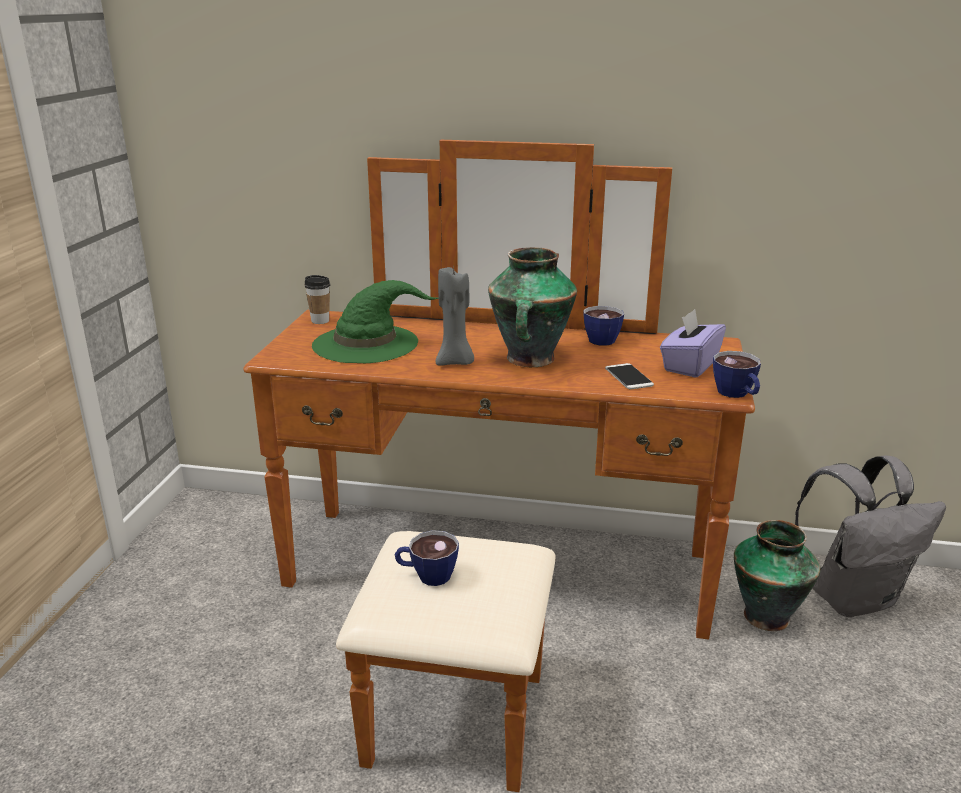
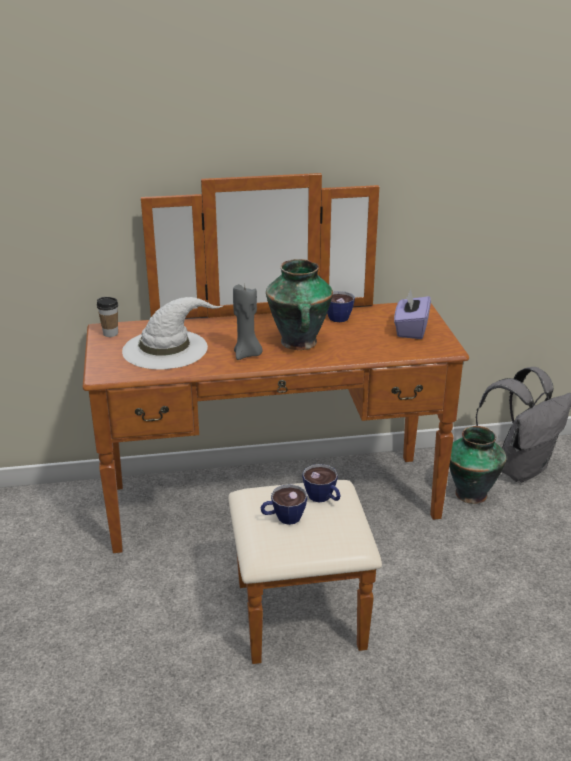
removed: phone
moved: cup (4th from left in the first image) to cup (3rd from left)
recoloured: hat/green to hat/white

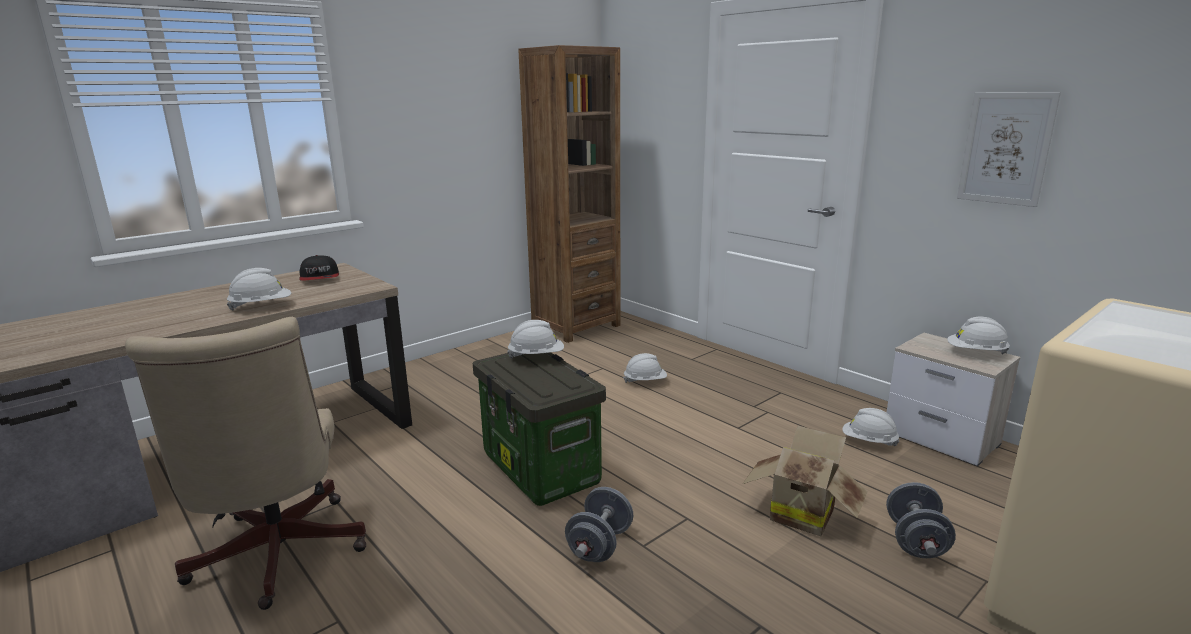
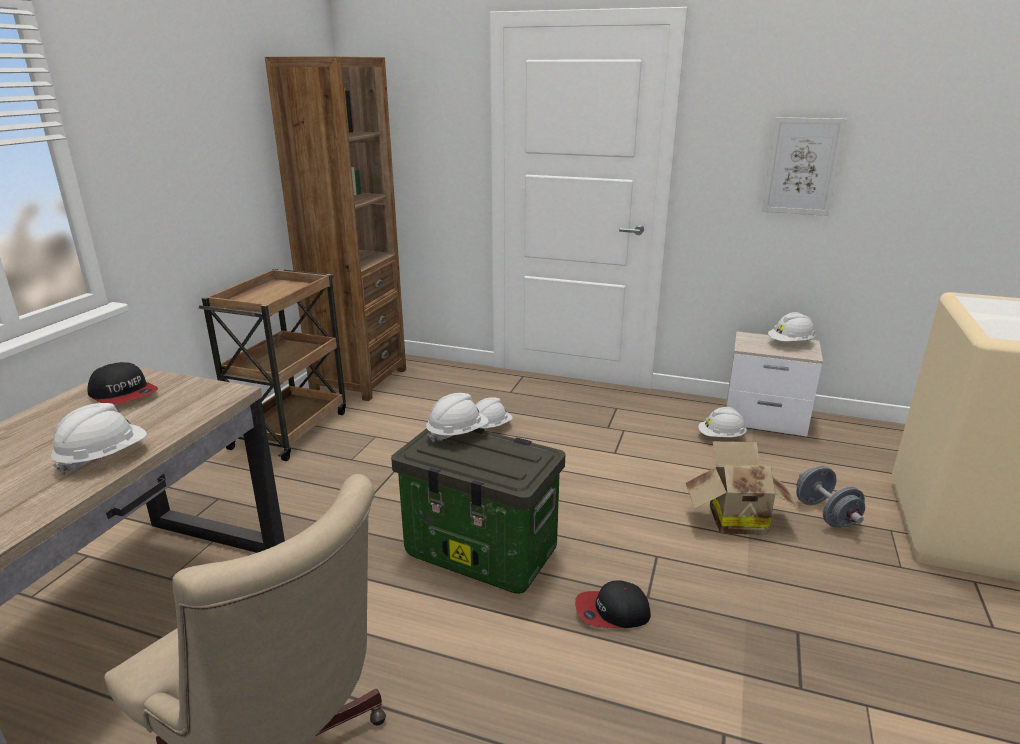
added: cart/brown
replaced: dumbbell/grey (1st from left) to cap (2nd from left)

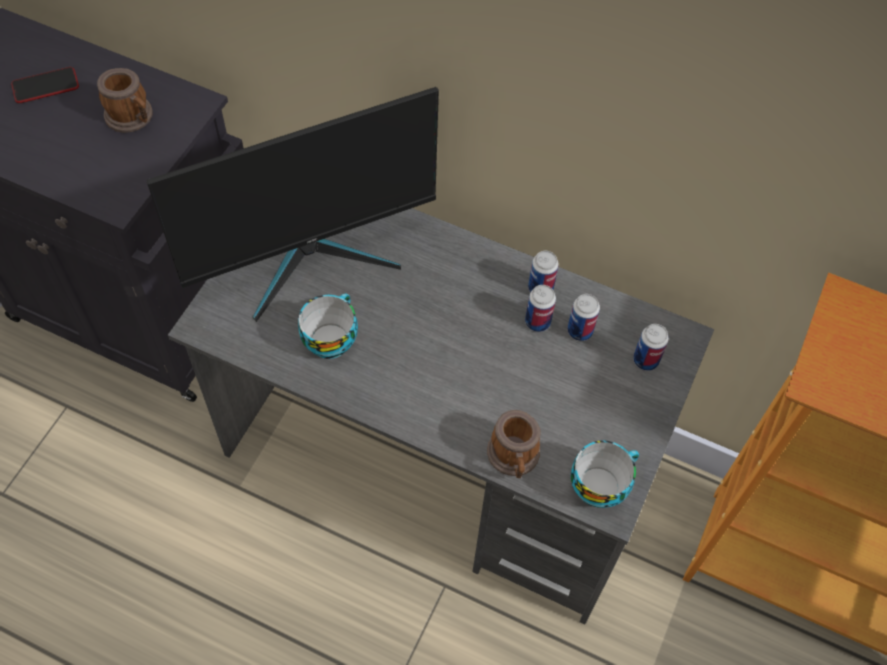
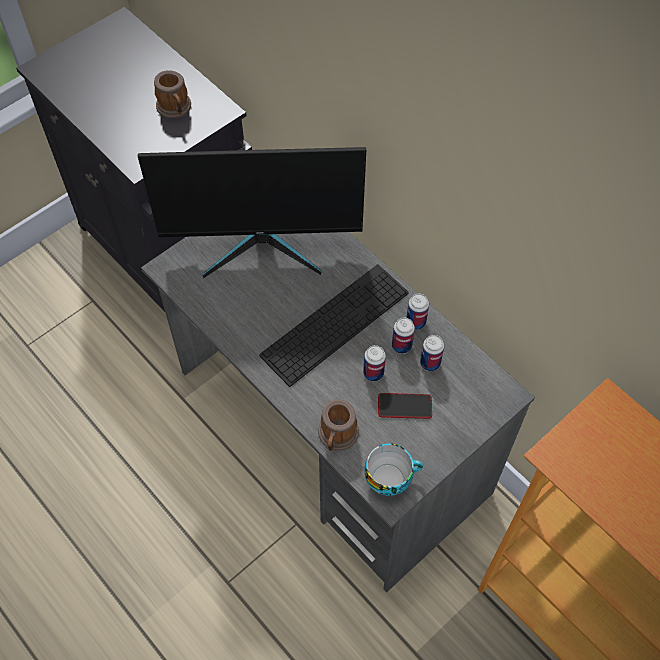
removed: cup (1st from left)
added: keyboard
moved: phone; can (4th from left in the first image) to can (1st from left)

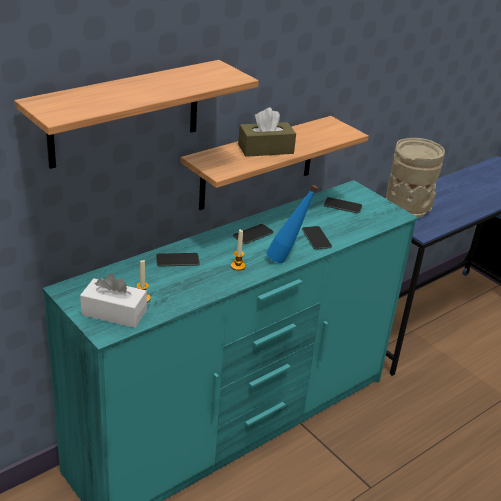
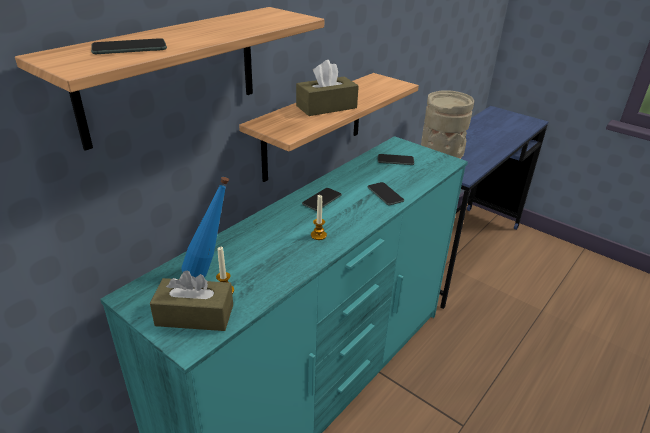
moved: phone (1st from left); bottle/blue
recoloured: tissue box/white to tissue box/brown (1st from left)

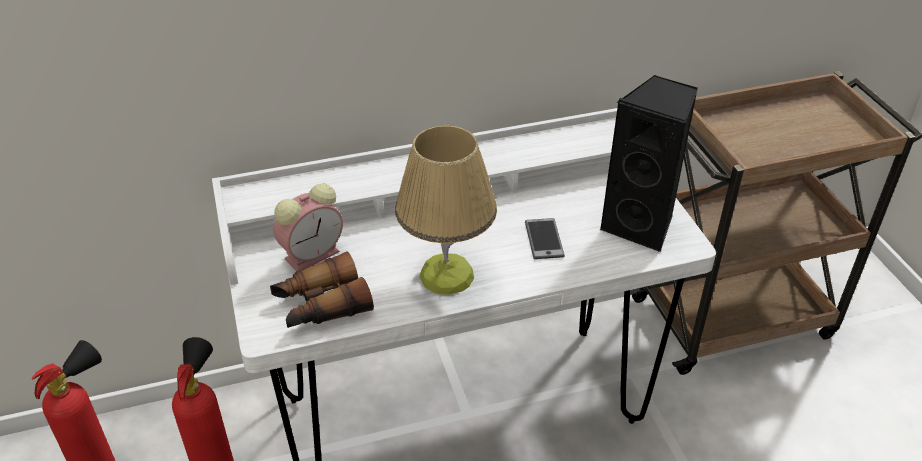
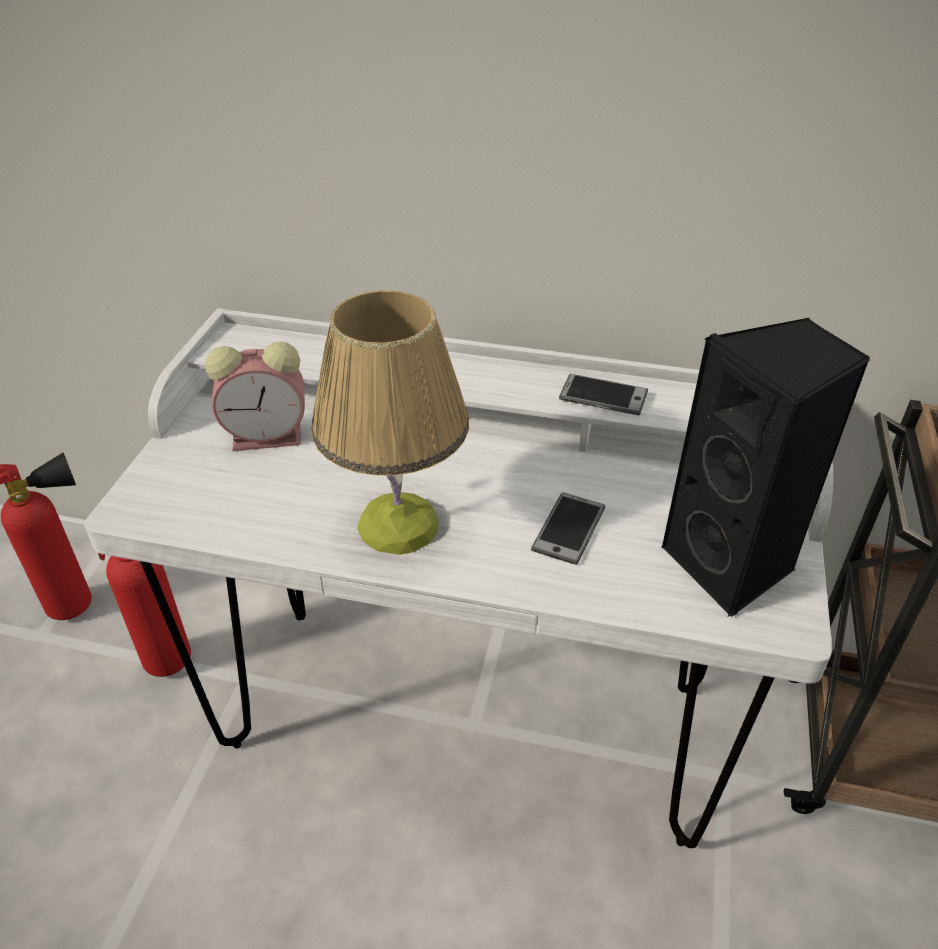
removed: binoculars
added: phone (2nd from left)

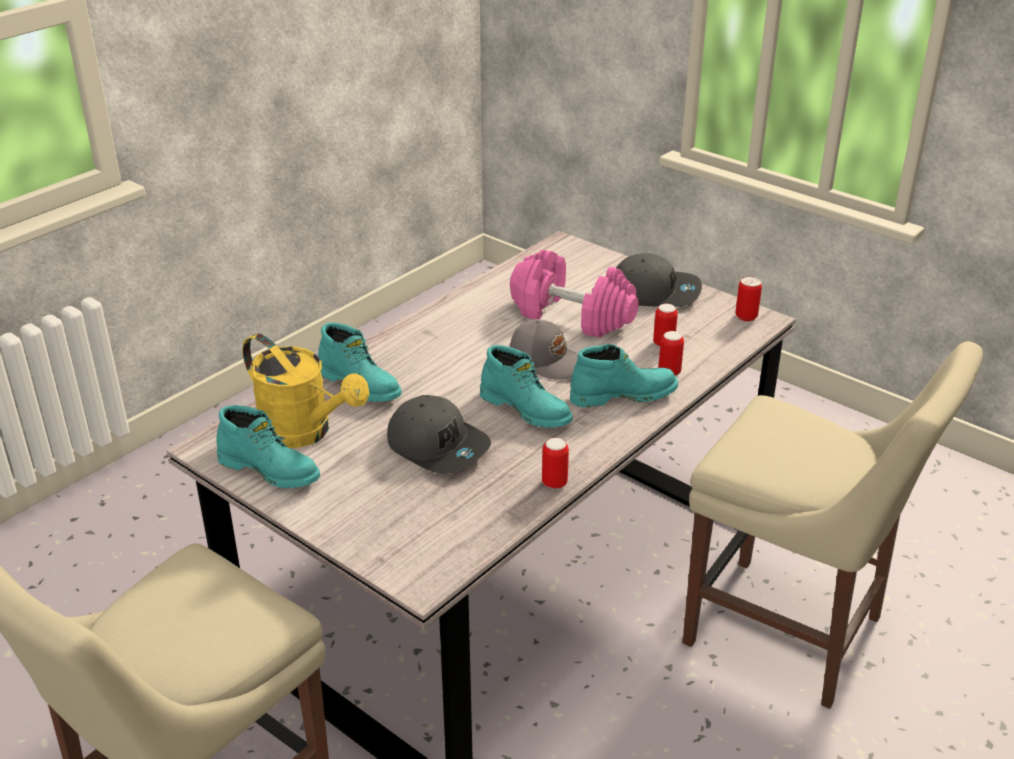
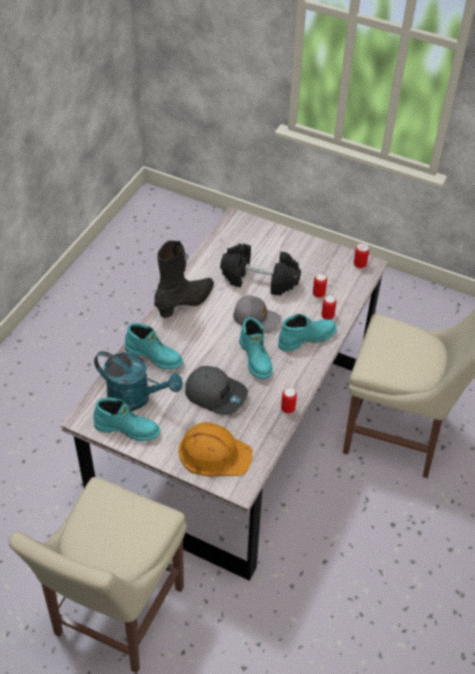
removed: cap/grey (3rd from left)
added: boot/black; hard hat/orange
recoloured: watering can/yellow to watering can/turquoise; dumbbell/pink to dumbbell/black
turned: boot/turquoise (3rd from left) 45 degrees clockwise

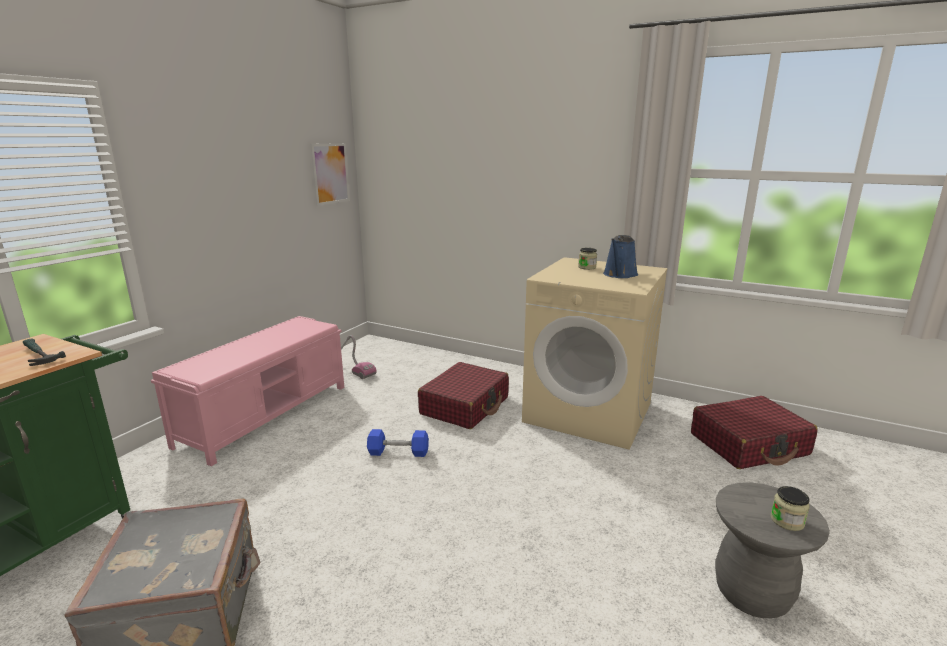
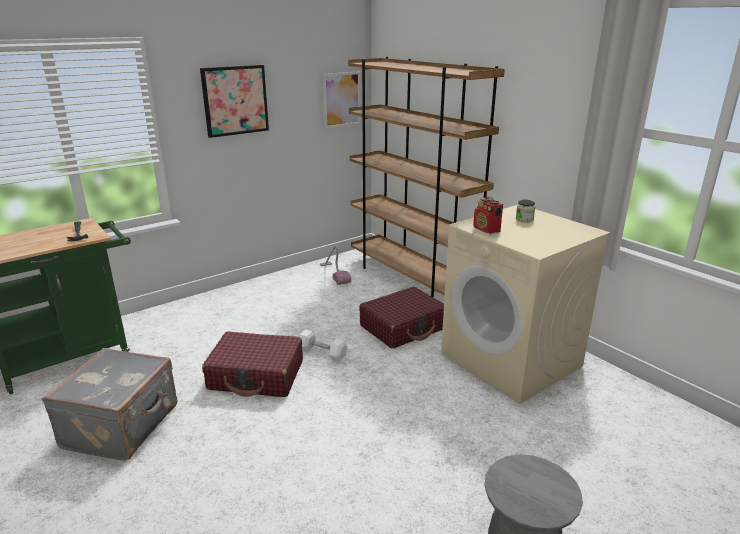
removed: bench/pink; watering can/blue; jar (2nd from left)
added: picture (1st from left); bookcase/brown; radio
moved: suitcase/red (2nd from left in the first image) to suitcase/red (1st from left)
recoloured: dumbbell/blue to dumbbell/white

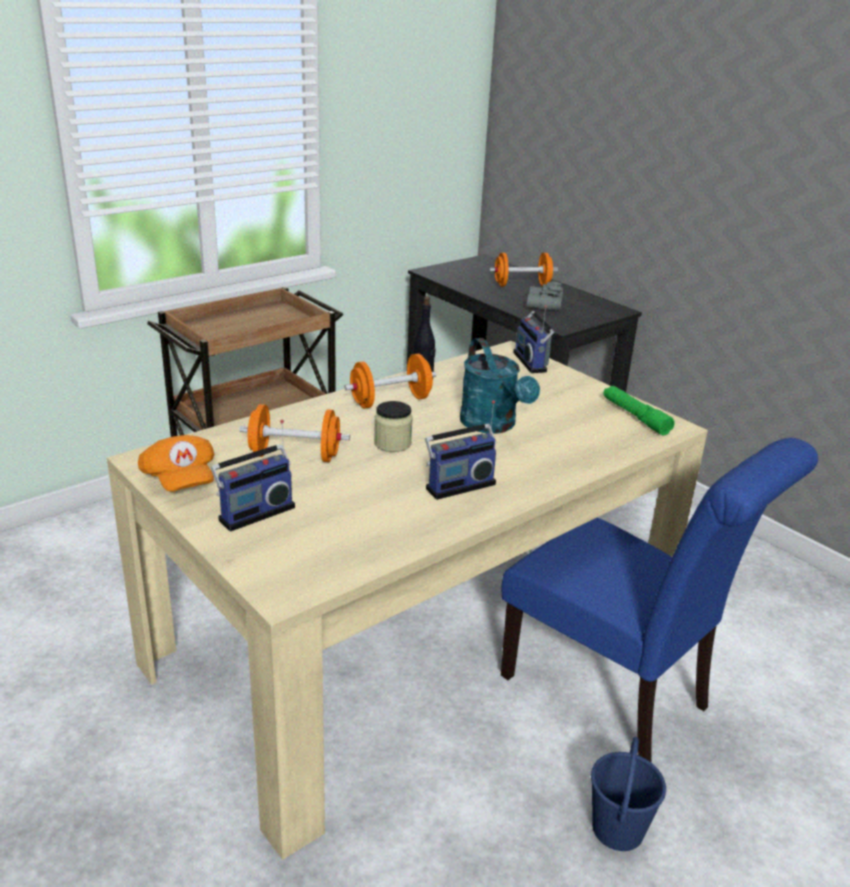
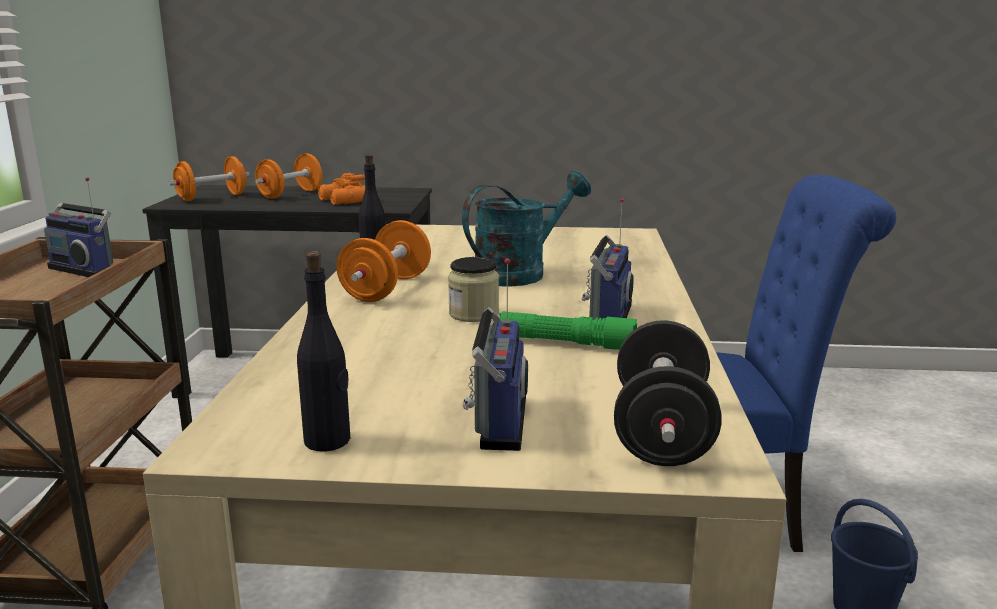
added: dumbbell/black
moved: dumbbell/orange (1st from left); radio (3rd from left in the first image) to radio (1st from left); flashlight/green
replaced: cap/orange to bottle/black (1st from left)
recoloured: binoculars/grey to binoculars/orange
turned: watering can/turquoise 60 degrees counterclockwise

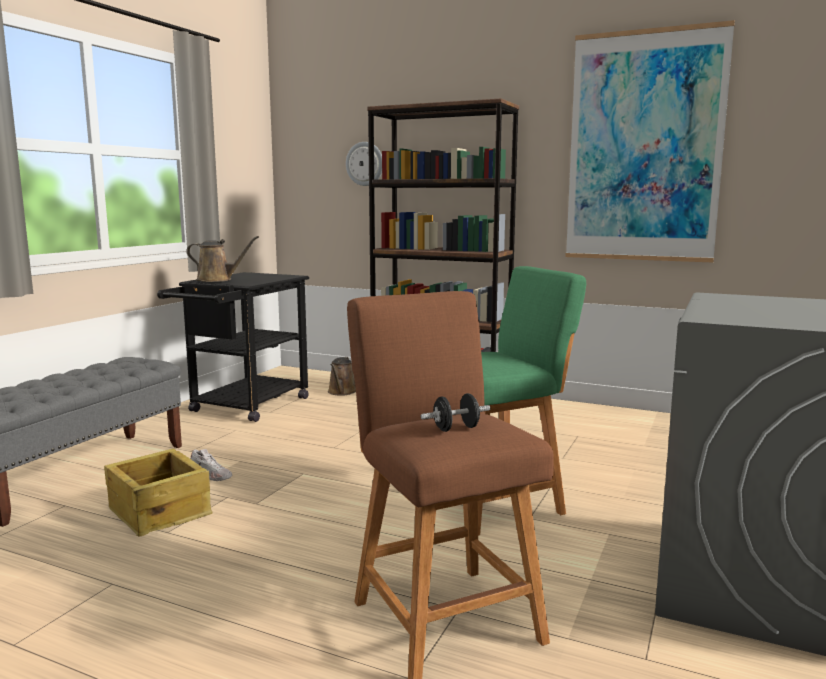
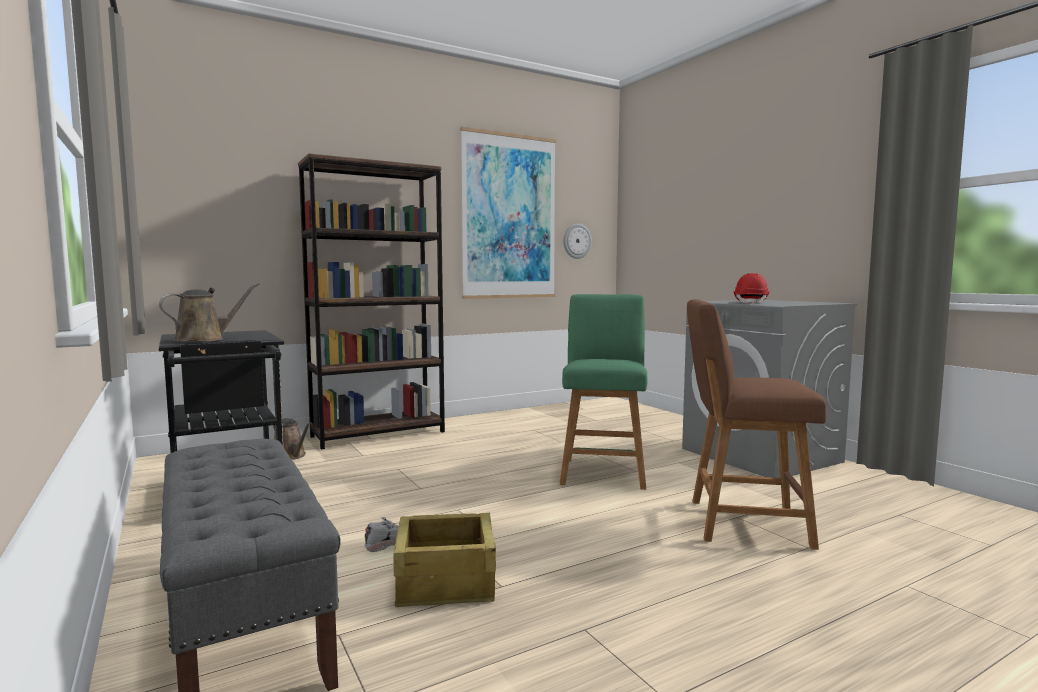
removed: dumbbell/black
added: hard hat/red
moved: wall clock

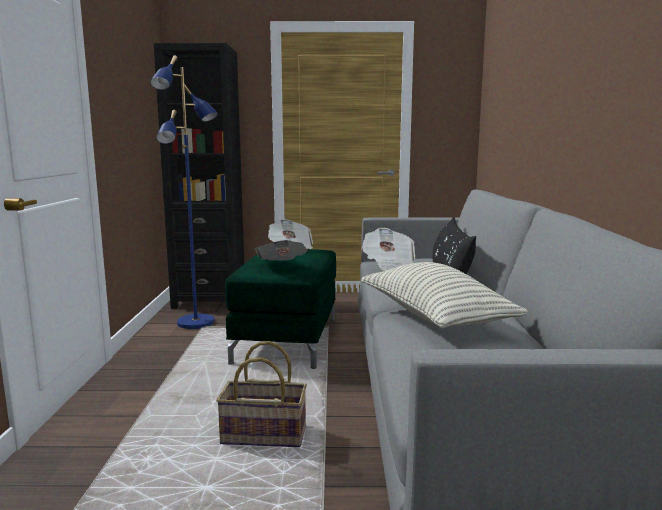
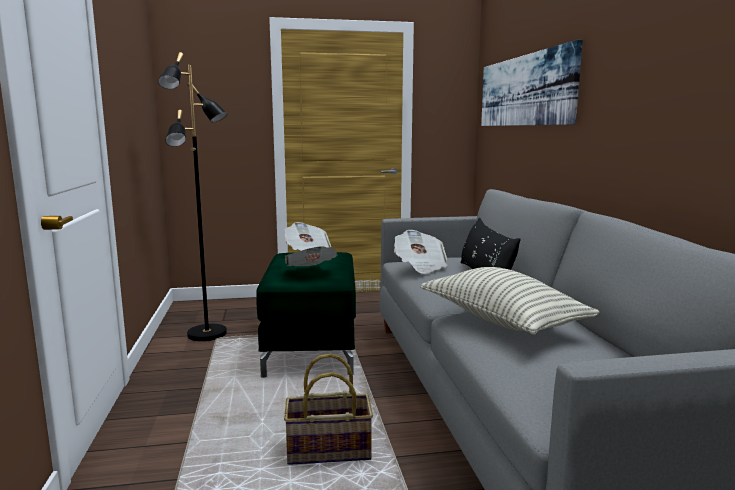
removed: bookcase/black
added: picture
recoloured: floor lamp/blue to floor lamp/black

